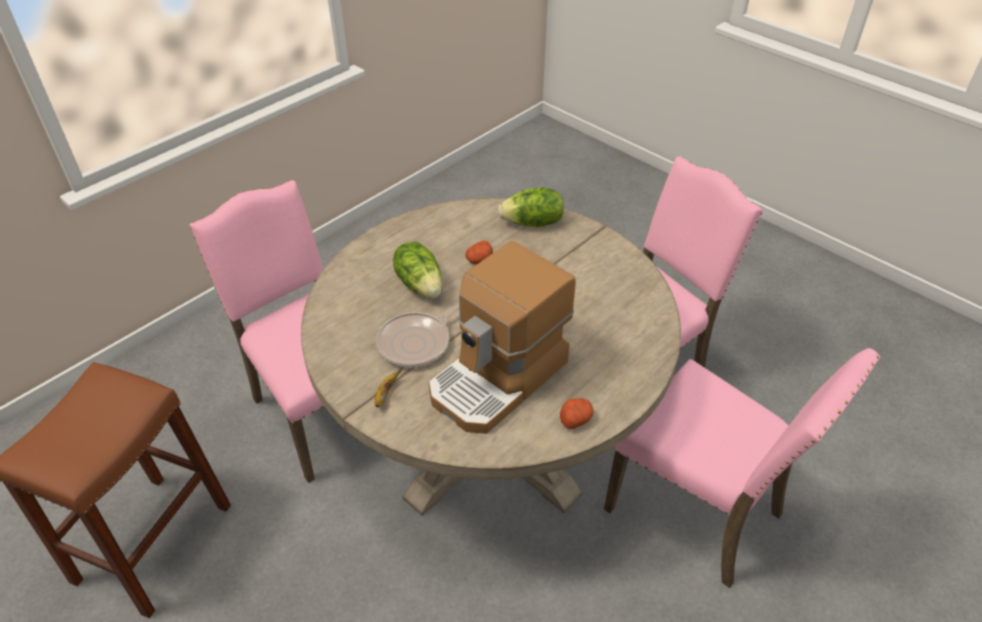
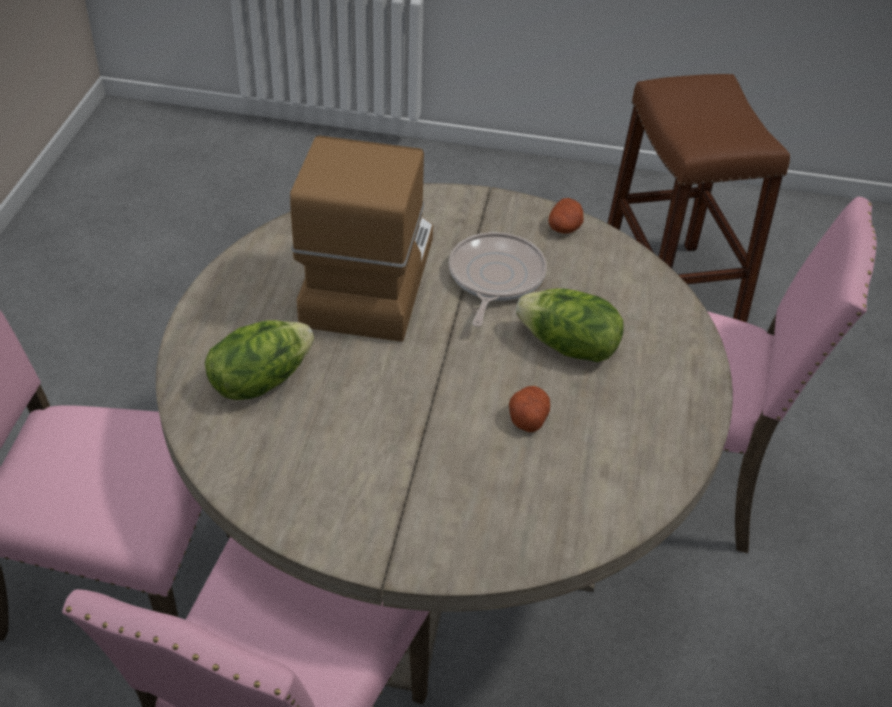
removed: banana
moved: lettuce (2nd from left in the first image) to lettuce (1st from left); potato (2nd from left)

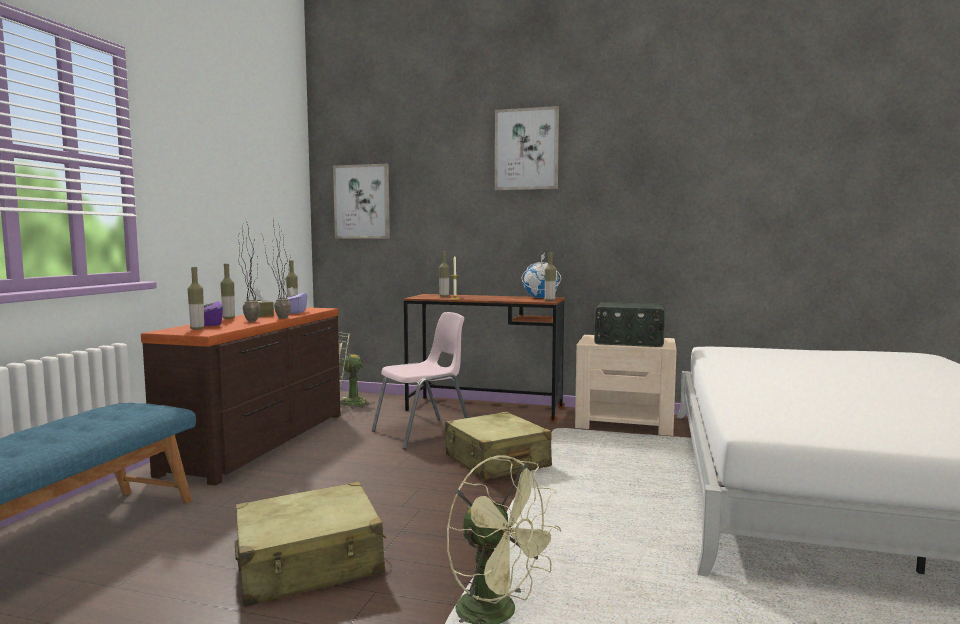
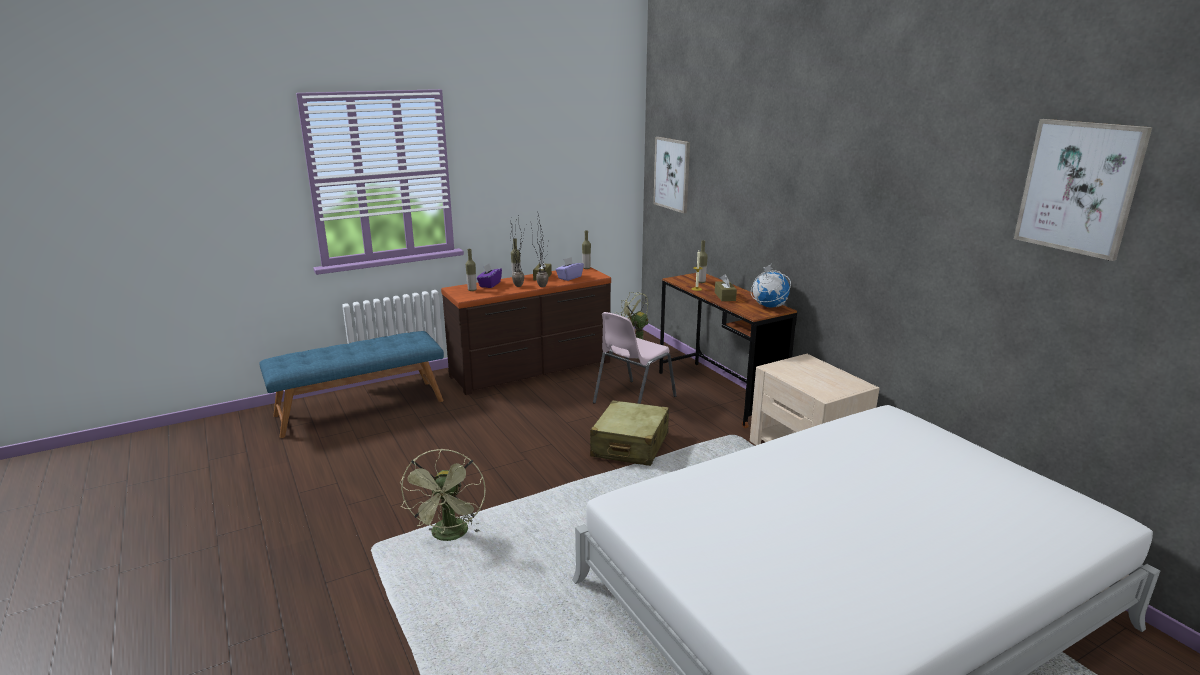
removed: suitcase/beige (1st from left); bottle (5th from left); radio
added: tissue box/brown (2nd from left)
moved: picture (2nd from left)
turned: chair/pink 120 degrees clockwise

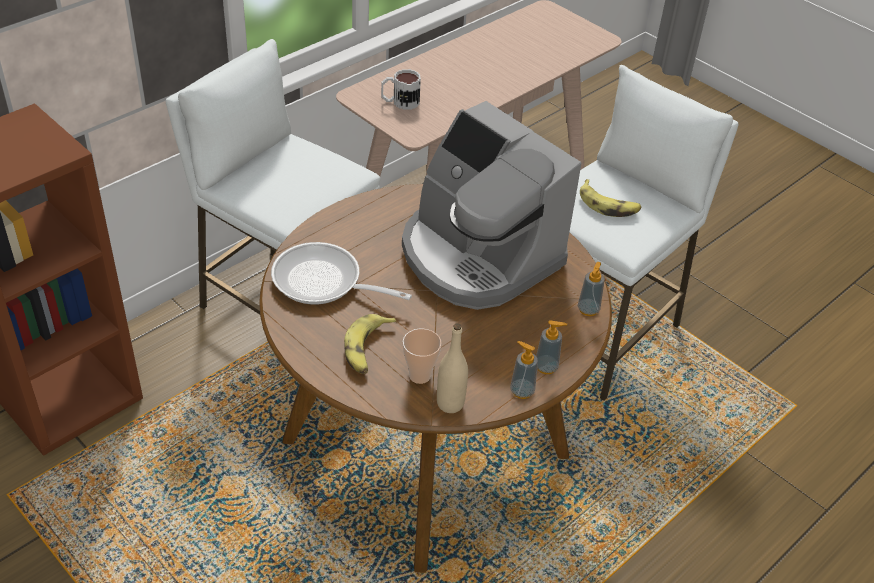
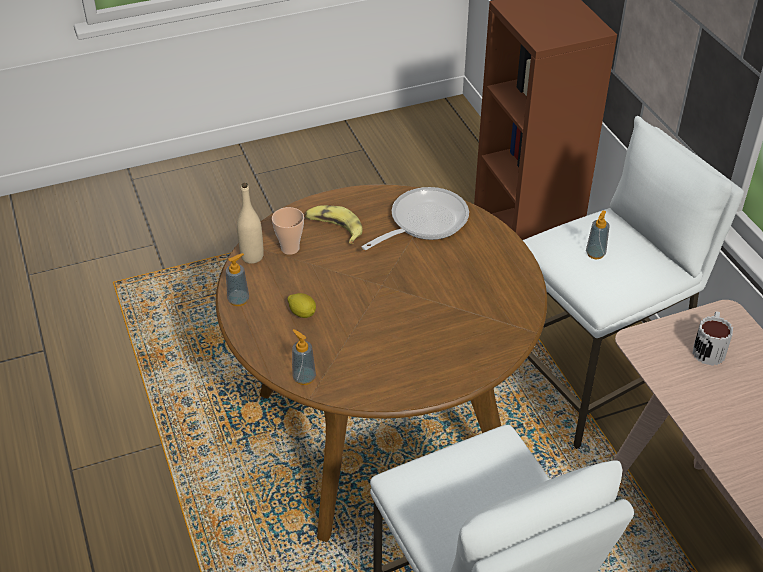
removed: coffee machine; banana (2nd from left)
added: lemon
moved: soap dispenser (2nd from left in the first image) to soap dispenser (3rd from left)

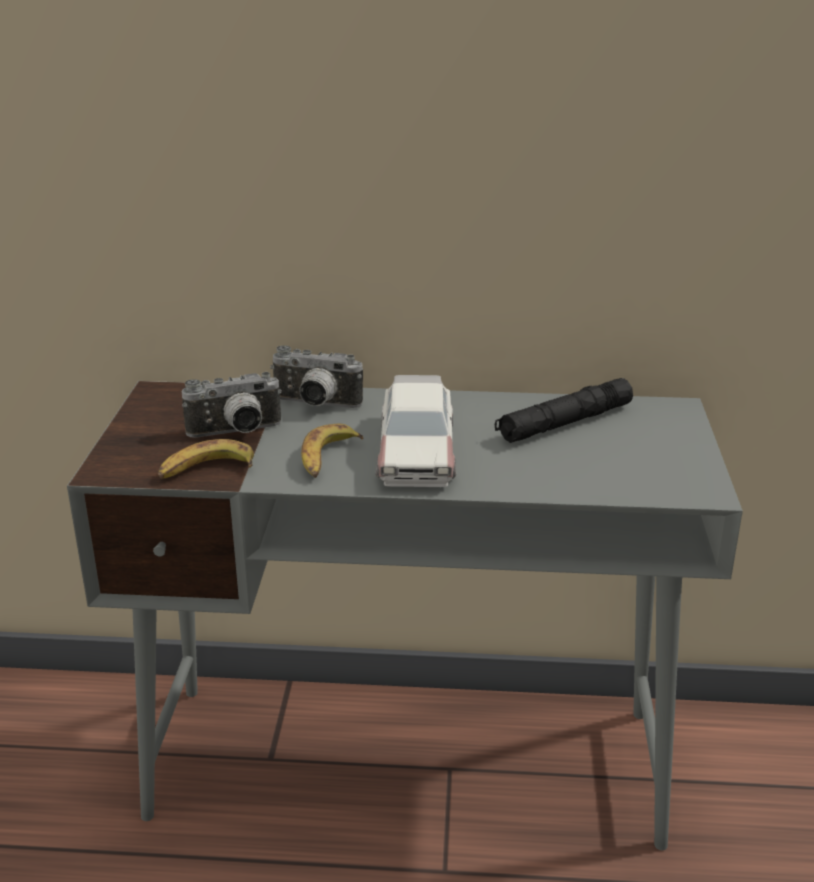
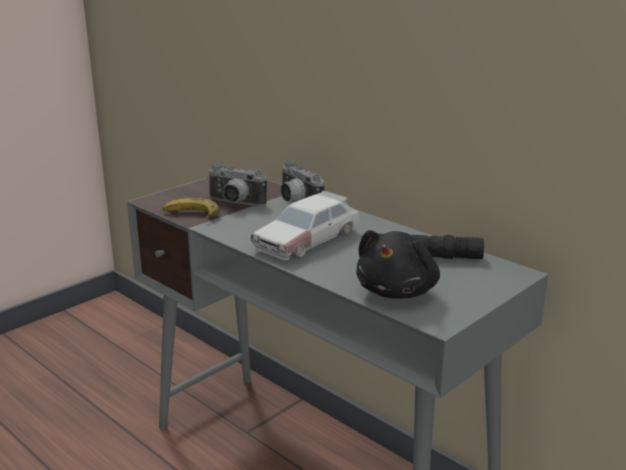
removed: banana (2nd from left)
added: plush toy/black

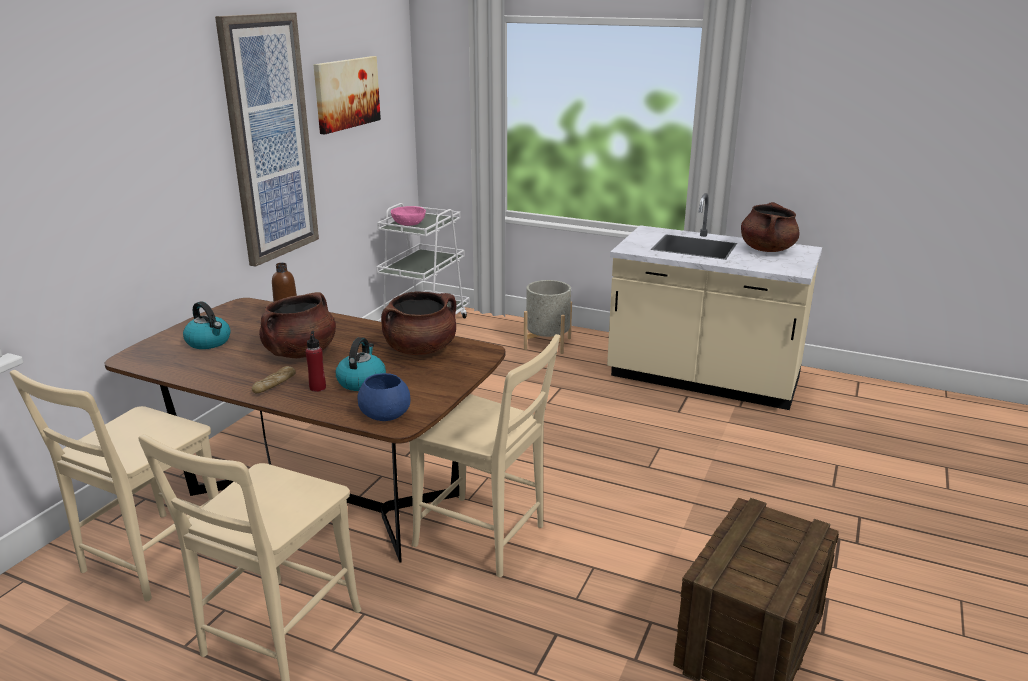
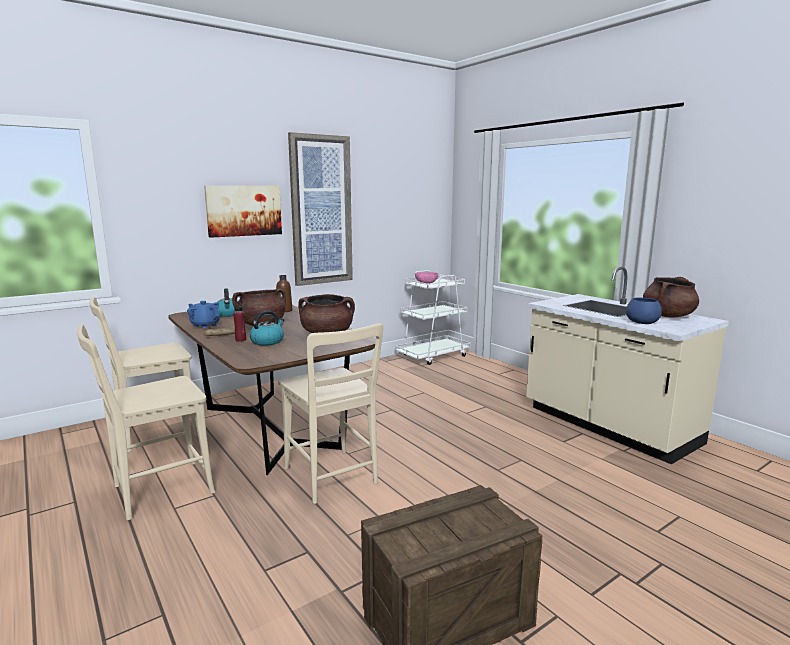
removed: planter/grey
added: teapot/blue
moved: picture (2nd from left in the first image) to picture (1st from left); bowl/blue

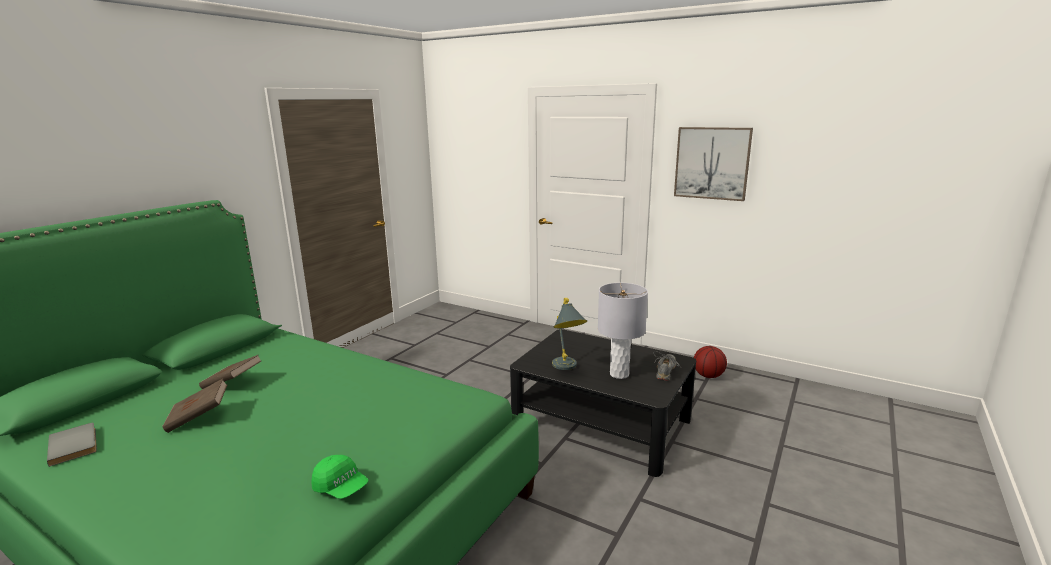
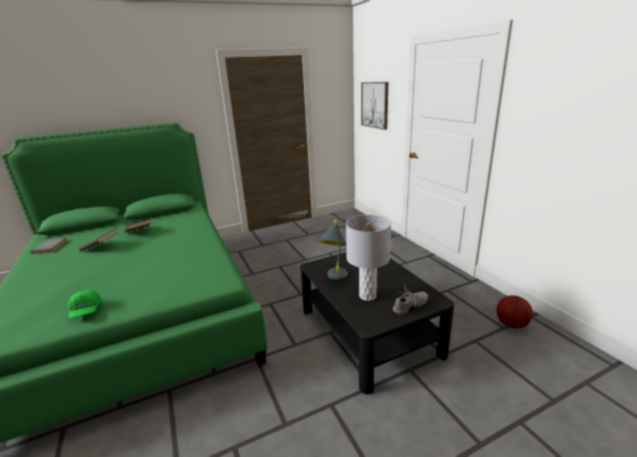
moved: picture

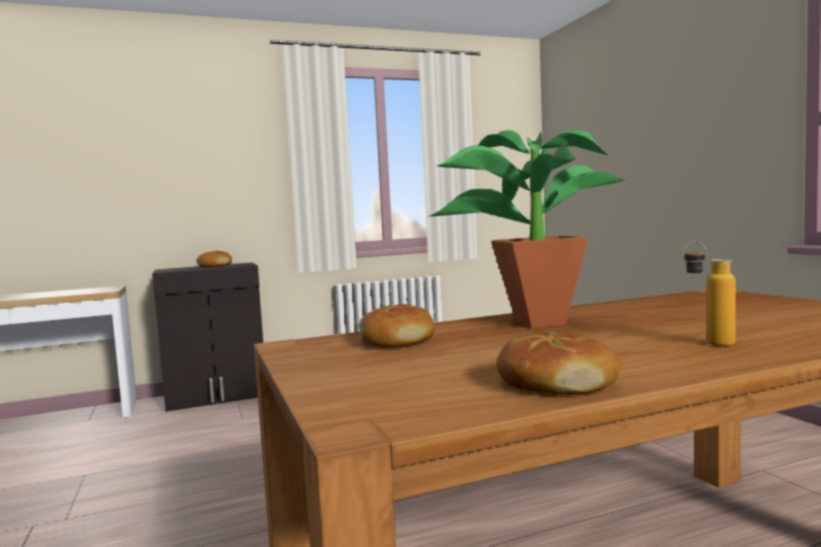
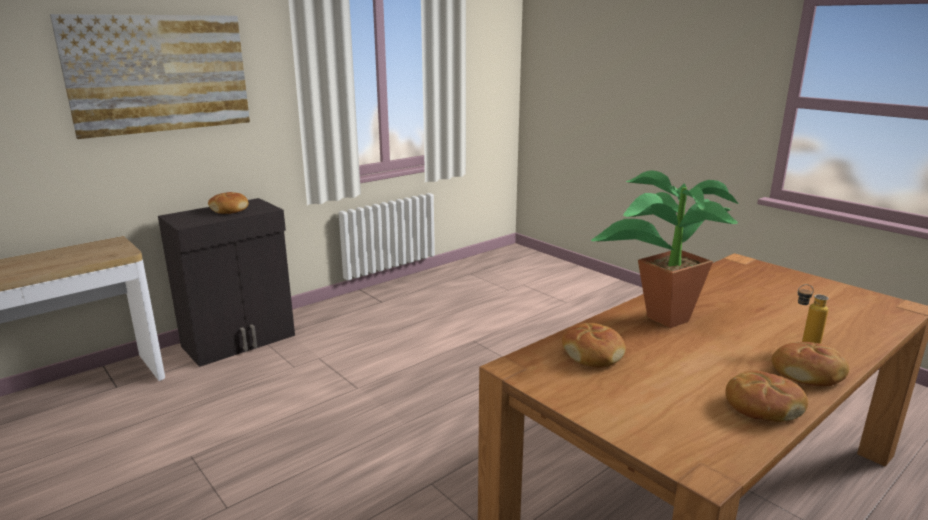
added: picture; bread (4th from left)

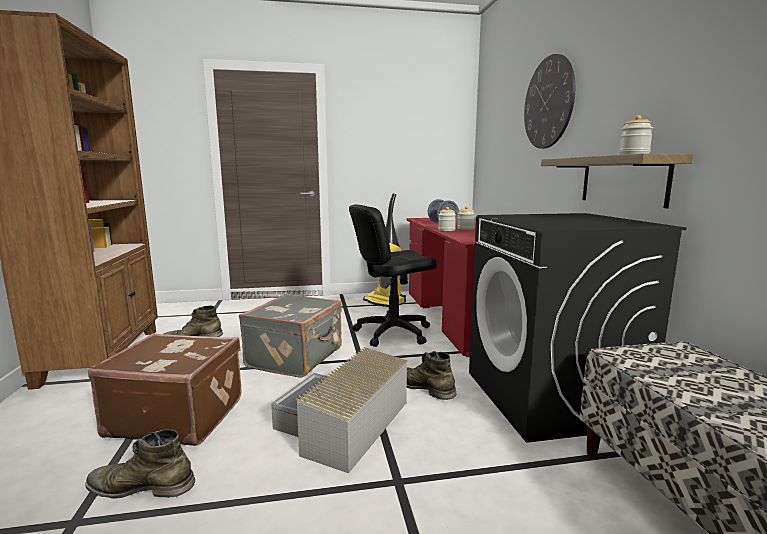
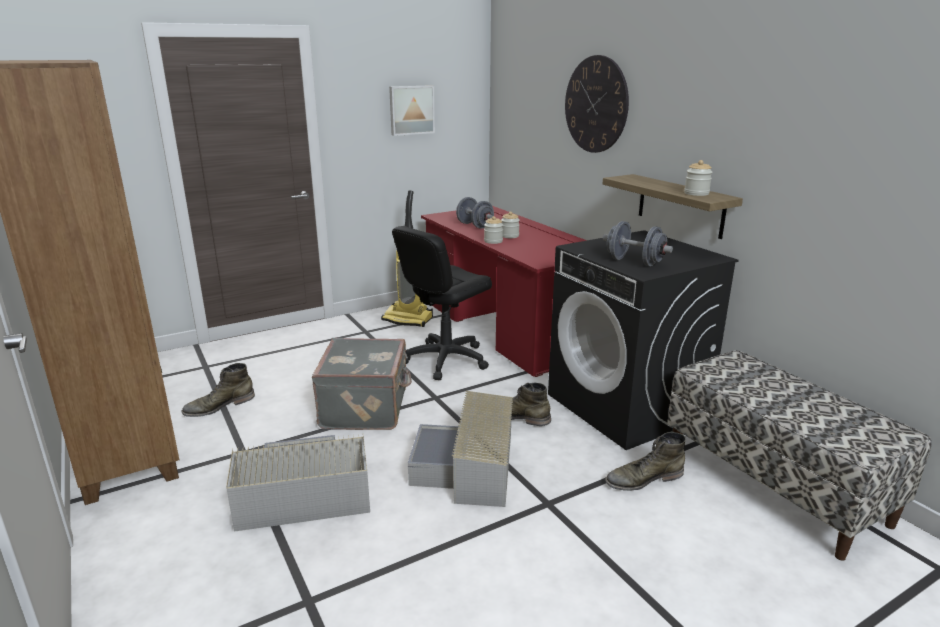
added: picture; dumbbell/grey (2nd from left)
moved: boot/green (1st from left in the first image) to boot/green (3rd from left)
replaced: suitcase/brown to storage box/grey (1st from left)

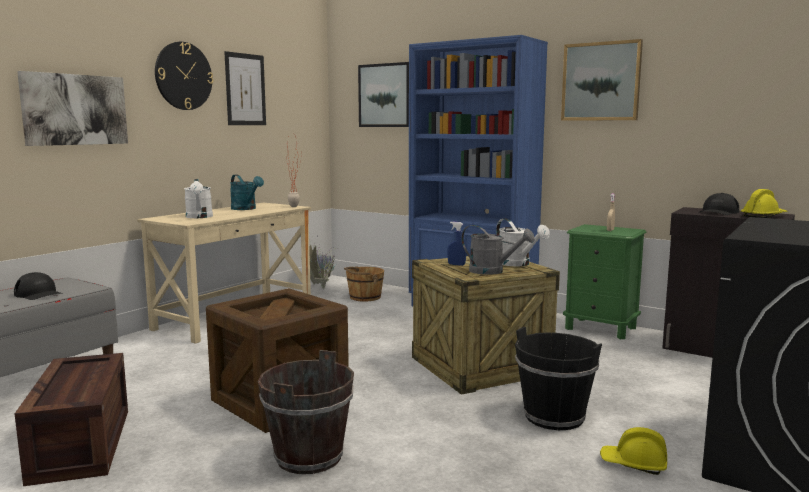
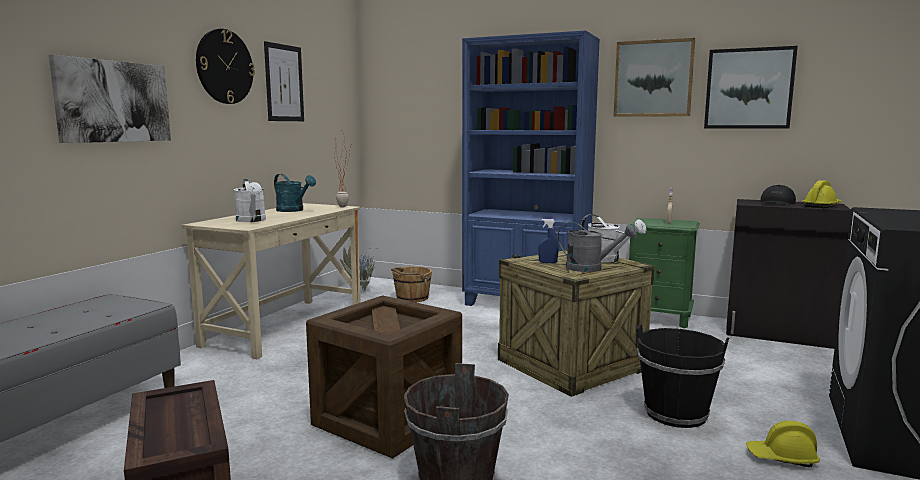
removed: cap/black (1st from left)
moved: picture (3rd from left in the first image) to picture (4th from left)

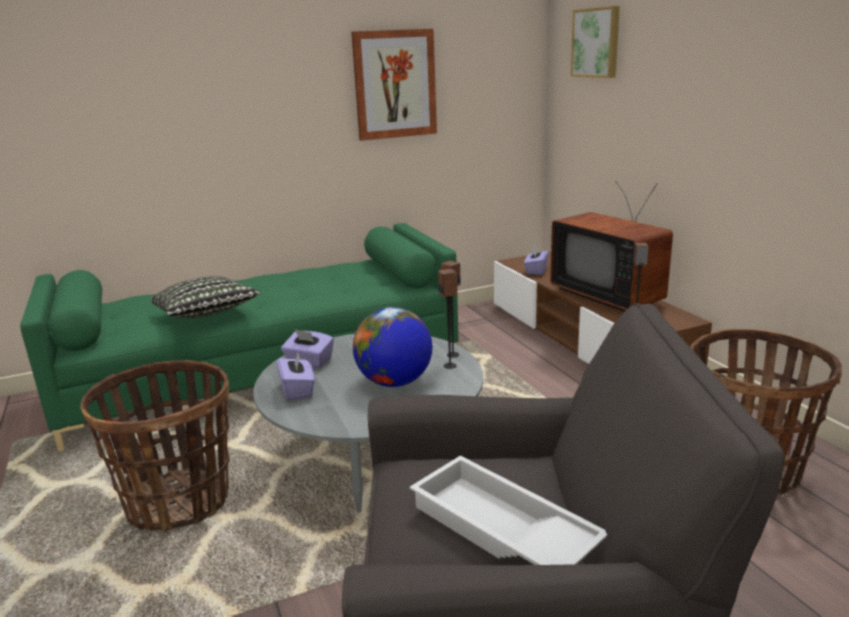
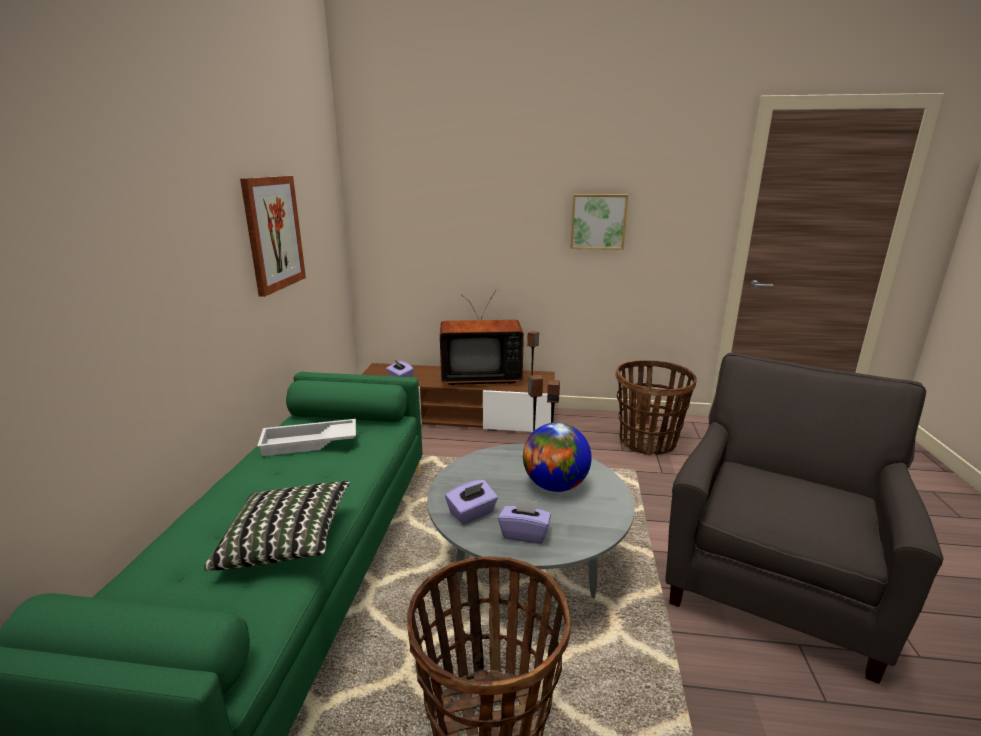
moved: tray/white; picture (2nd from left)

